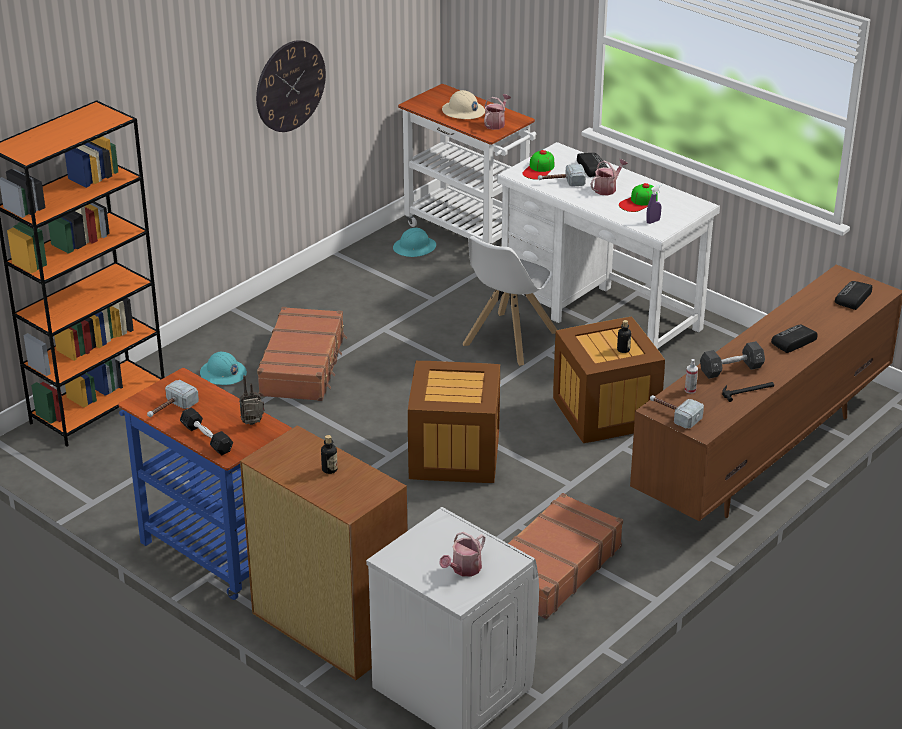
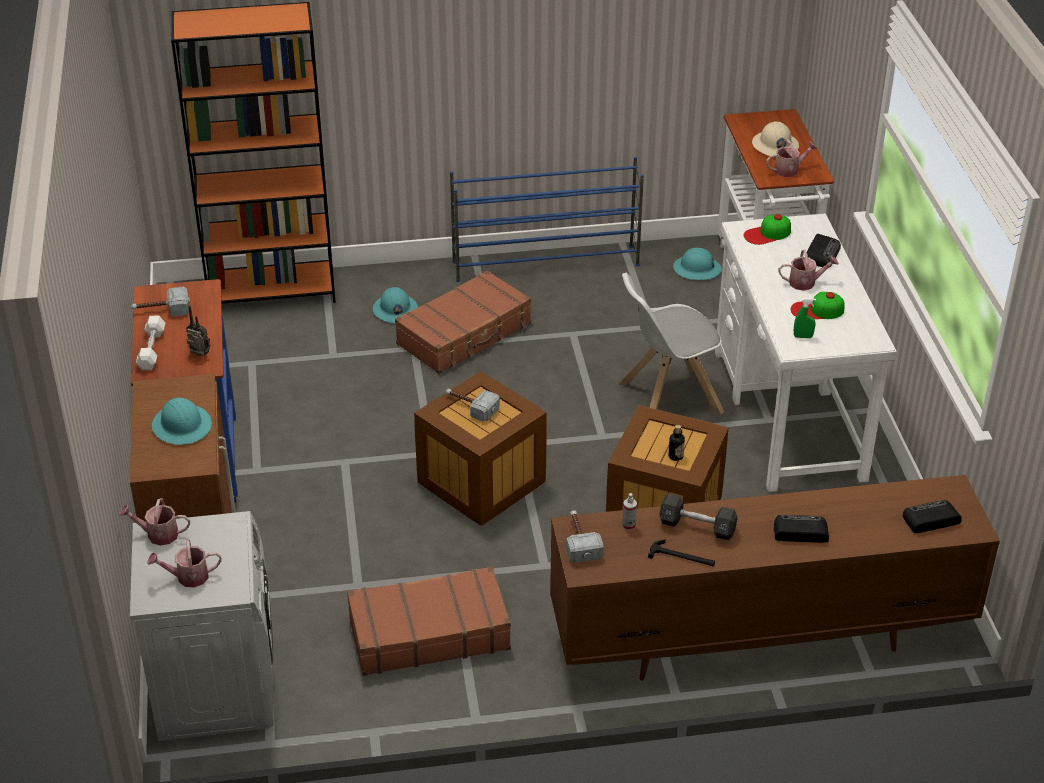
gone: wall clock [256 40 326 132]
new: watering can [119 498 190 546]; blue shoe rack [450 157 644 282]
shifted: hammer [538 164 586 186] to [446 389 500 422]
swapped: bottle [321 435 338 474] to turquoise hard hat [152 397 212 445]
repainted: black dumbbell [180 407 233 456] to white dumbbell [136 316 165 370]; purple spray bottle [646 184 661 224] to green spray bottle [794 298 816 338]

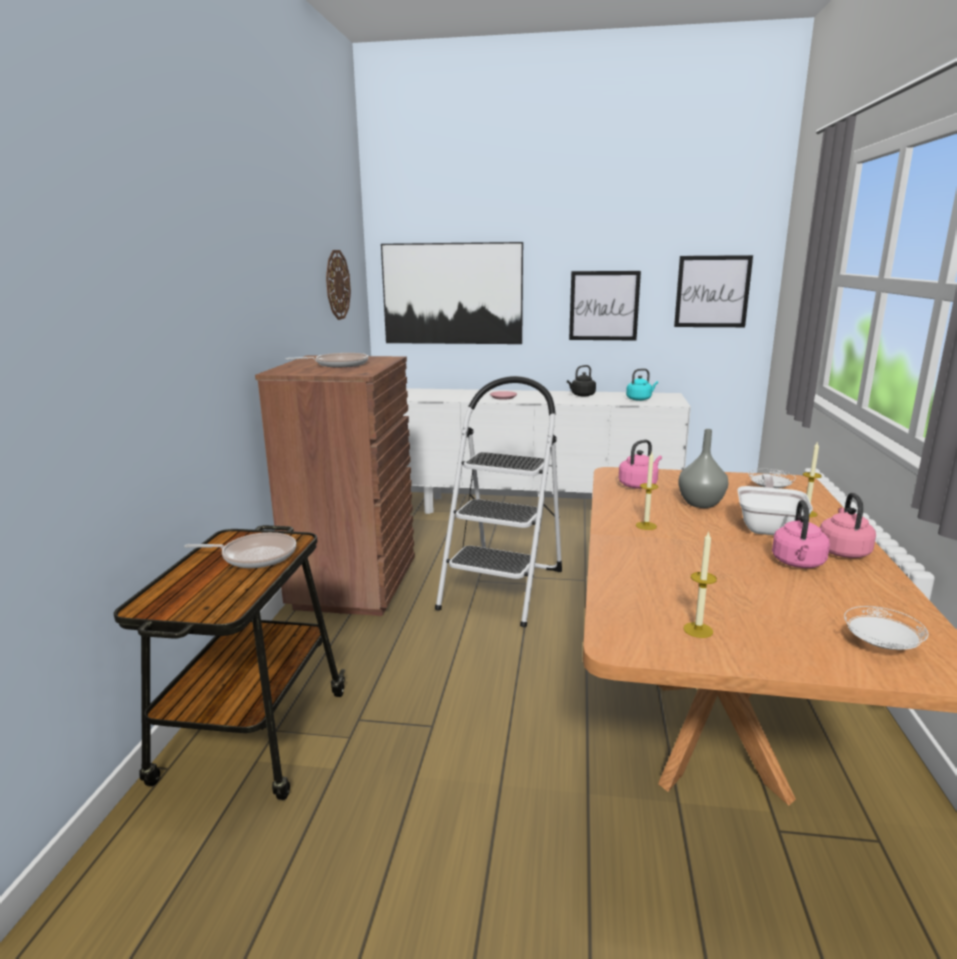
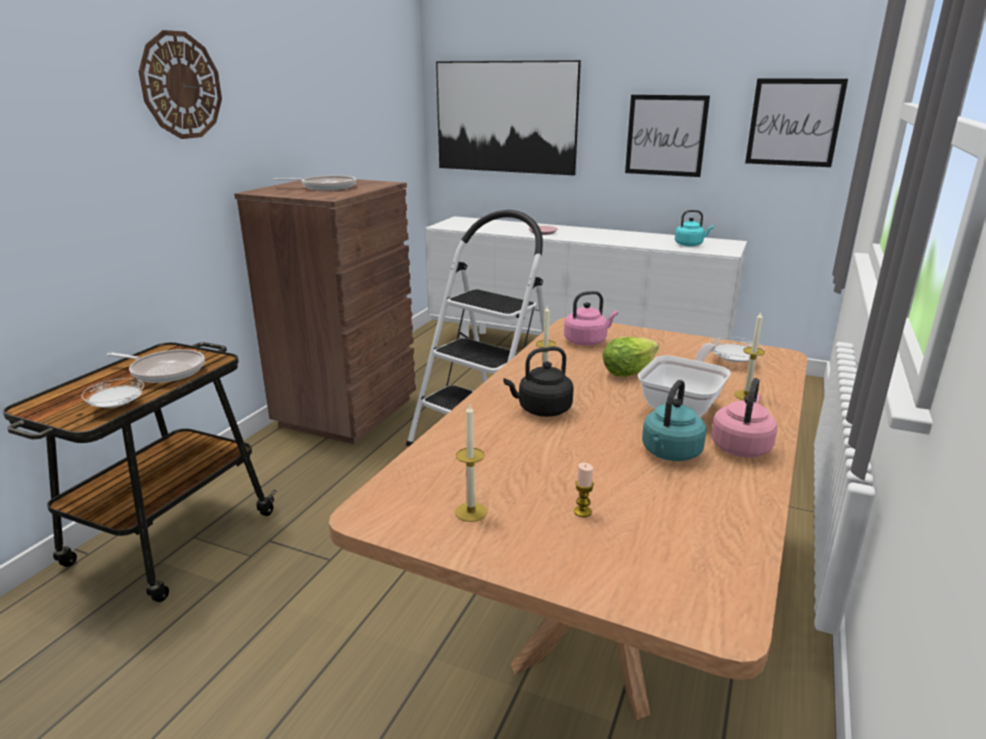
new: candle [574 463 594 517]
shifted: white plate [844 606 929 650] to [82 378 144 408]; wall clock [326 250 351 320] to [139 30 222 139]; black kettle [567 365 596 397] to [503 346 574 417]
swapped: grey vase [678 429 729 508] to lettuce [603 337 659 377]
repainted: pink kettle [772 500 830 568] to turquoise kettle [642 380 706 461]

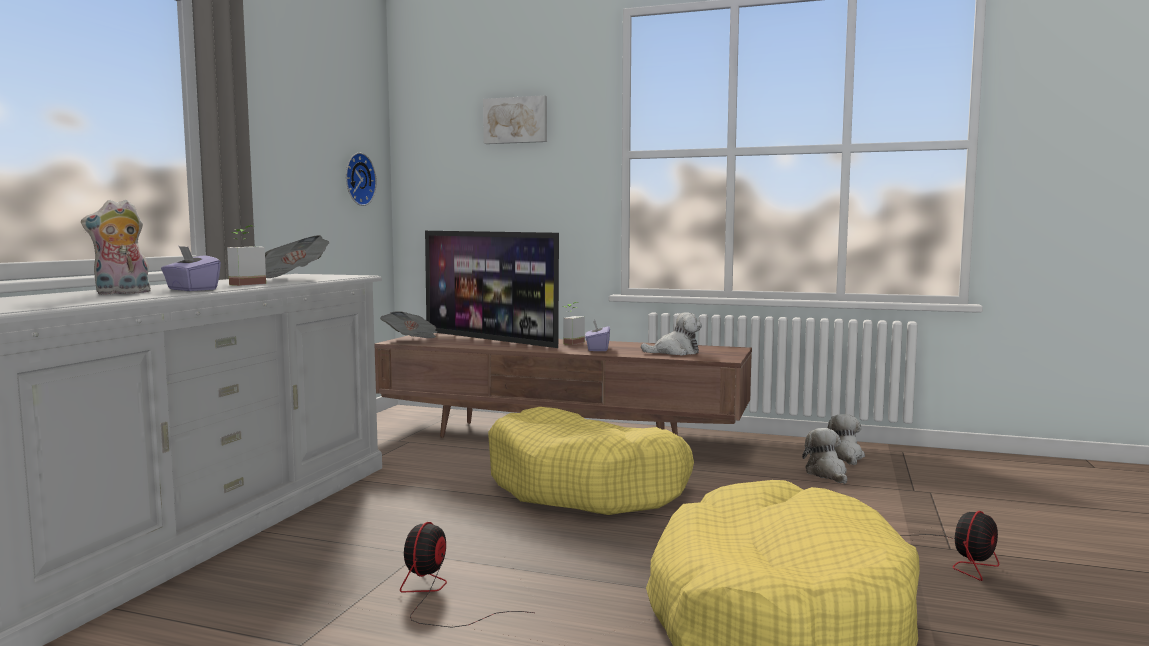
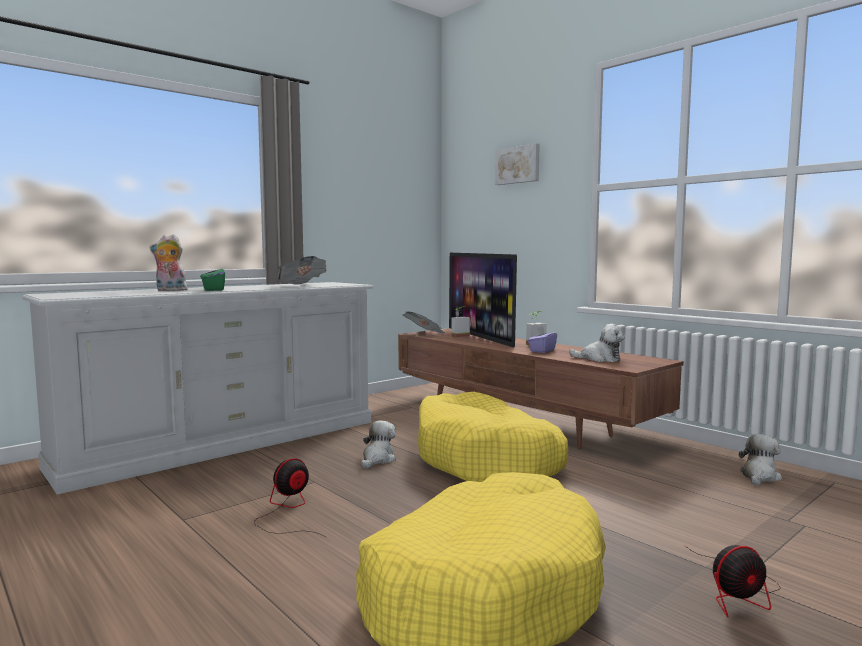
gone: wall clock [346 153 377 206]
shifted: plush toy [802 428 847 484] to [361 420 396 469]; potted plant [227 226 266 286] to [451 306 470 338]
repainted: purple tissue box [161 246 221 291] to green tissue box [200 263 225 291]

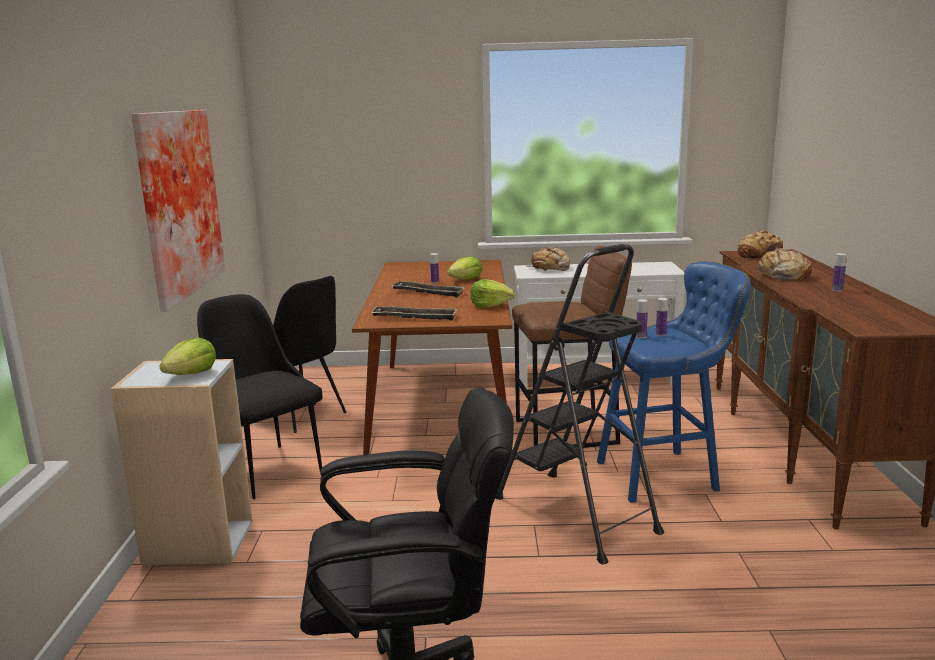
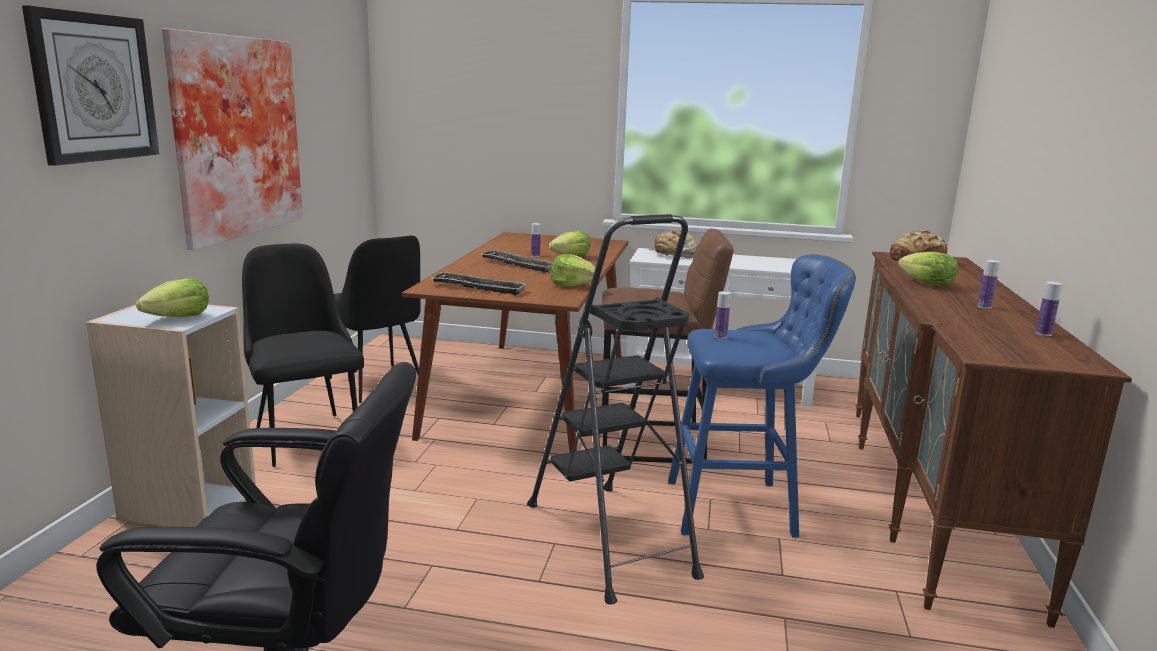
new: wall clock [22 5 159 166]
shifted: bottle [656 298 668 337] to [1035 281 1062 336]
swapped: bread [758 248 812 281] to lettuce [898 252 958 287]

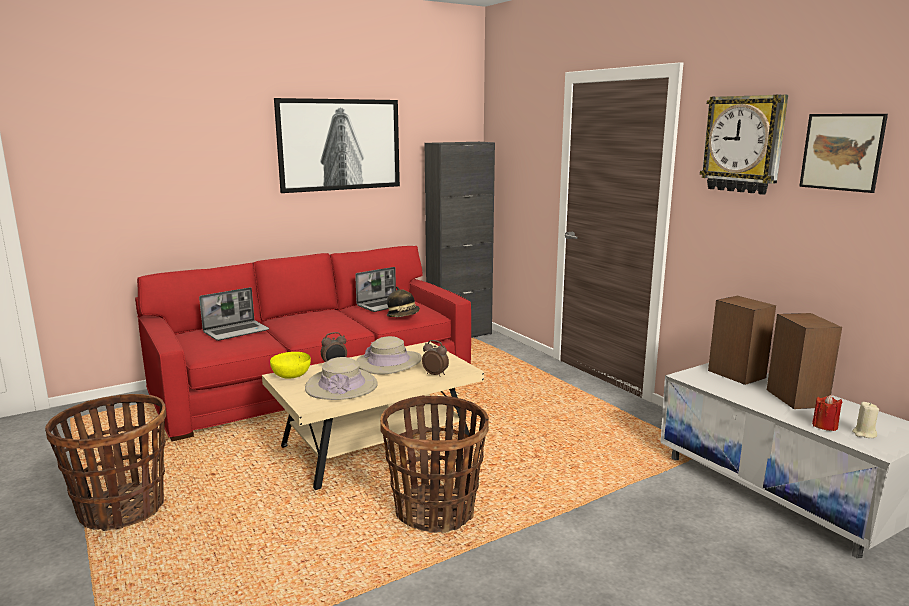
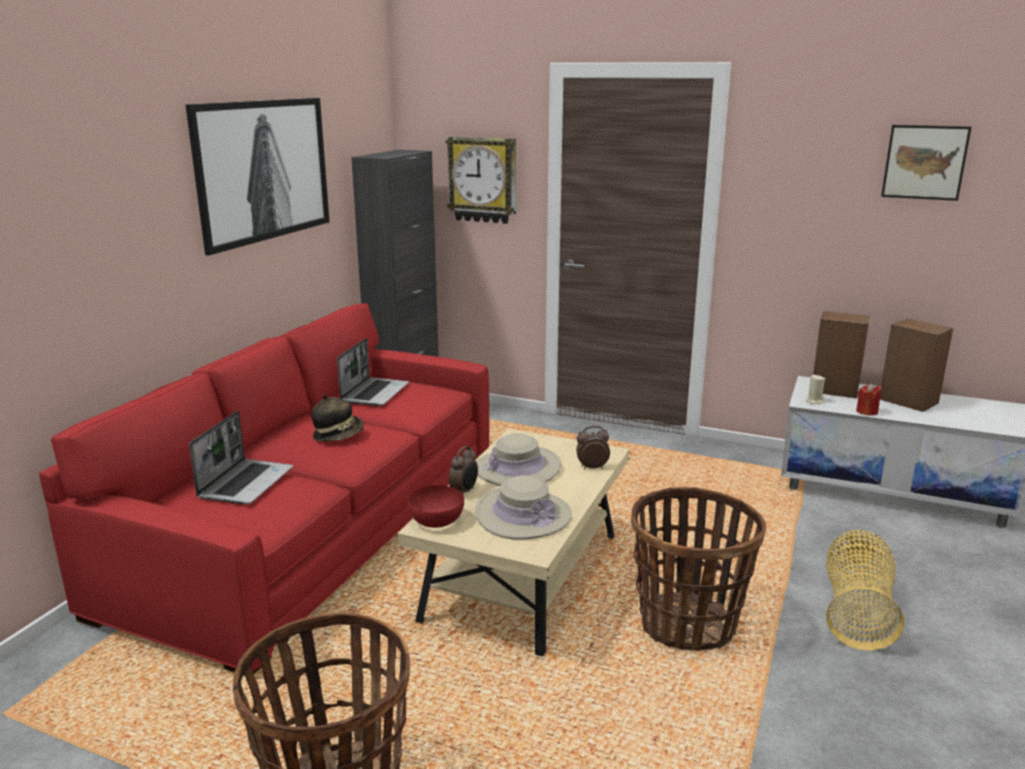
new: basket [826 530 904 651]
shifted: hat [387 286 420 317] to [311 394 364 442]; wall clock [700 95 788 195] to [446 136 516 224]; beige candle [852 402 879 438] to [806 374 825 405]; red candle [812 395 843 431] to [856 384 881 415]
repainted: yellow bowl [270 352 311 378] to red bowl [408 485 464 528]

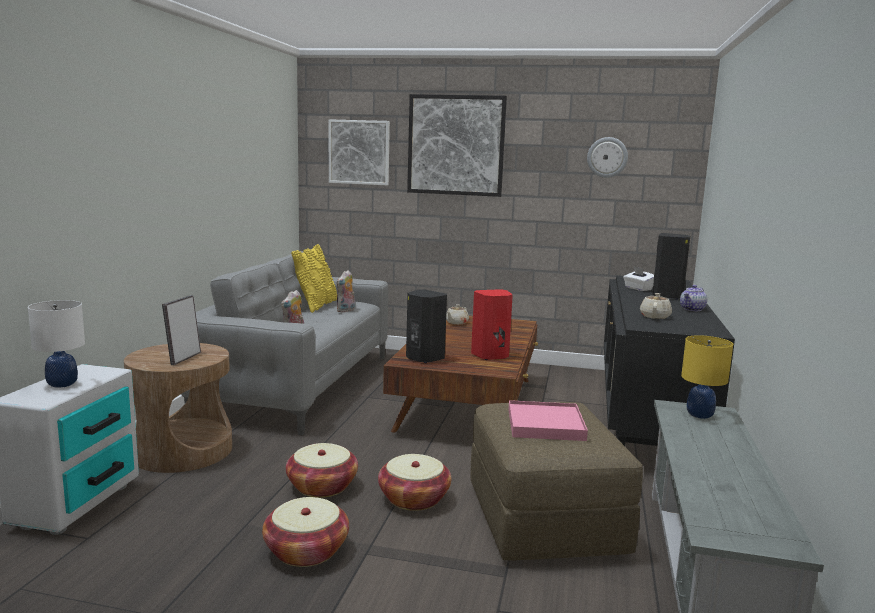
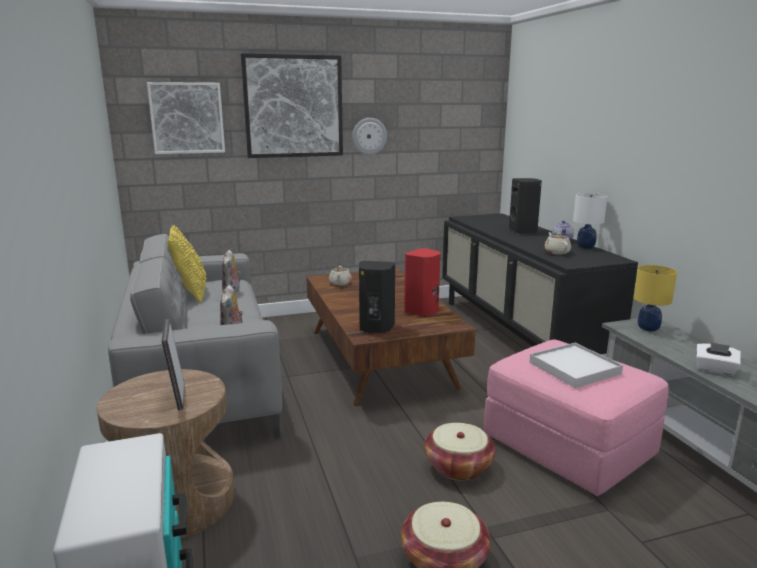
gone: basket [286 443 358 498]
shifted: wall clock [587 137 628 178] to [352 118 387 155]; white table lamp [28 300 85 388] to [573 193 607 248]; white tissue box [623 267 654 291] to [696 342 741 376]
repainted: brown ottoman [471 402 643 561] to pink ottoman [484 339 669 496]; pink tray [508 400 588 441] to white tray [529 343 623 388]

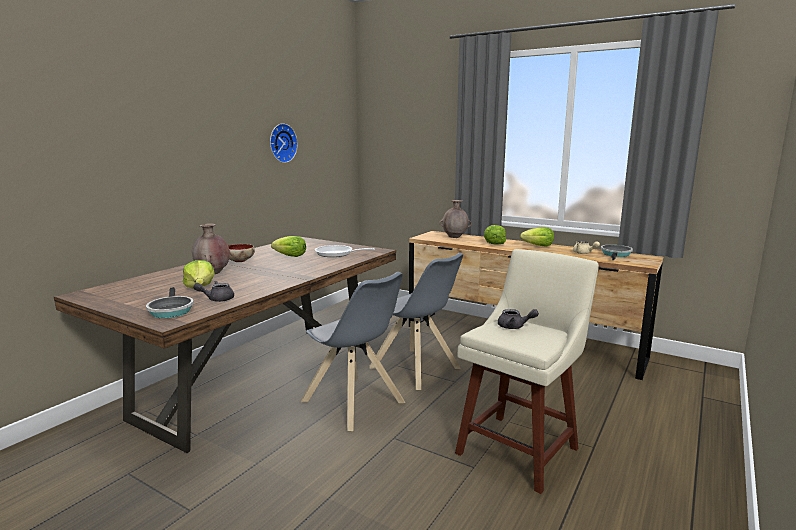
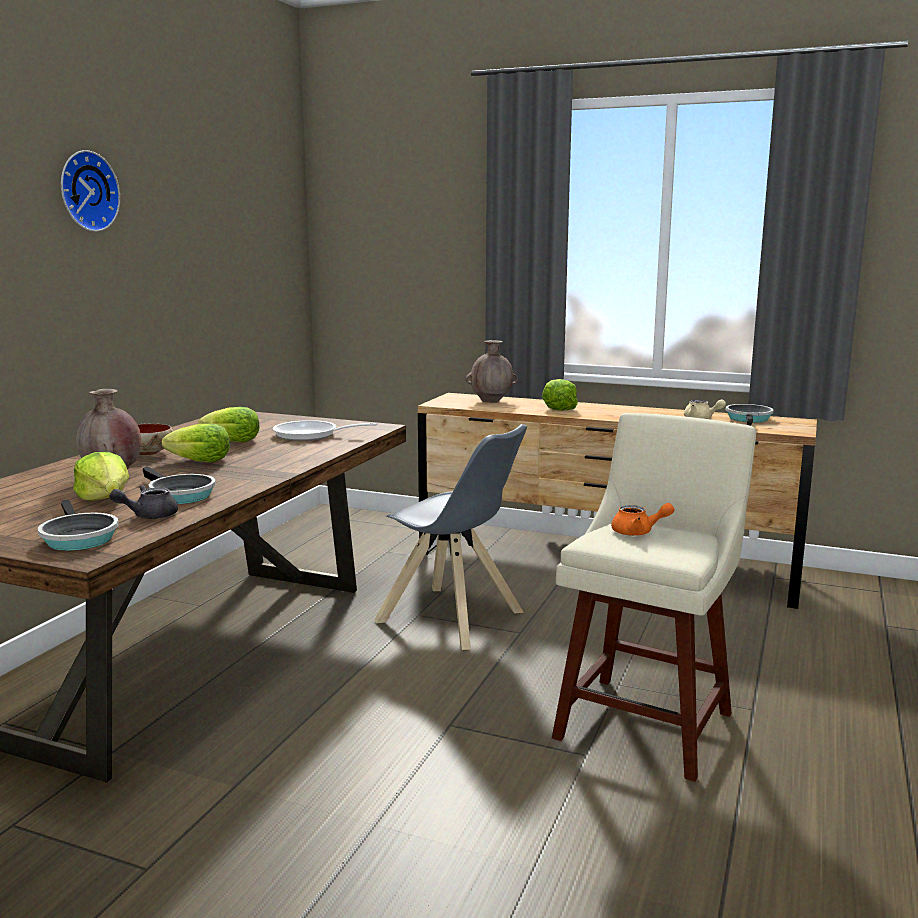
gone: grey chair [301 272 405 431]
new: frying pan [142 467 216 504]
shifted: wall clock [270 123 298 163] to [61 150 120 232]; lettuce [520 227 554 247] to [162 423 230 462]
repainted: grey teapot [498 309 539 329] to orange teapot [611 503 674 536]

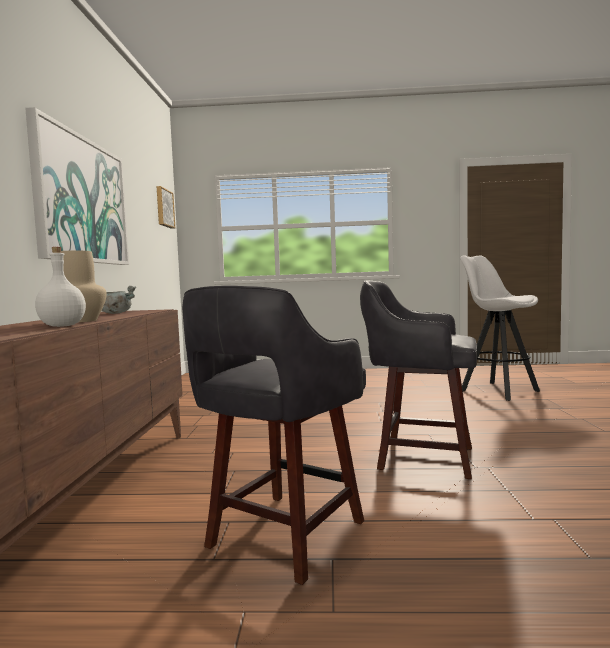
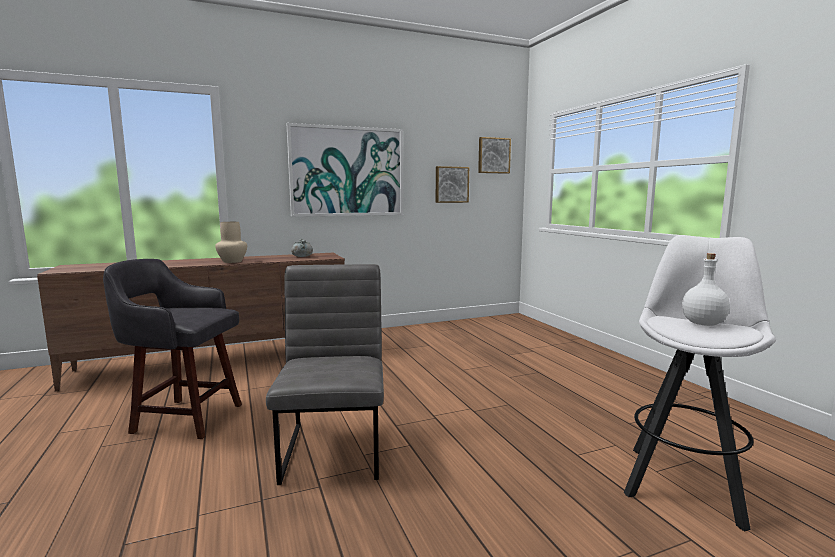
new: picture [436 166 469 203]
shifted: white bottle [35 247 86 327] to [682 253 730 326]
swapped: grey stool [360 281 477 479] to grey chair [266 264 384 485]

